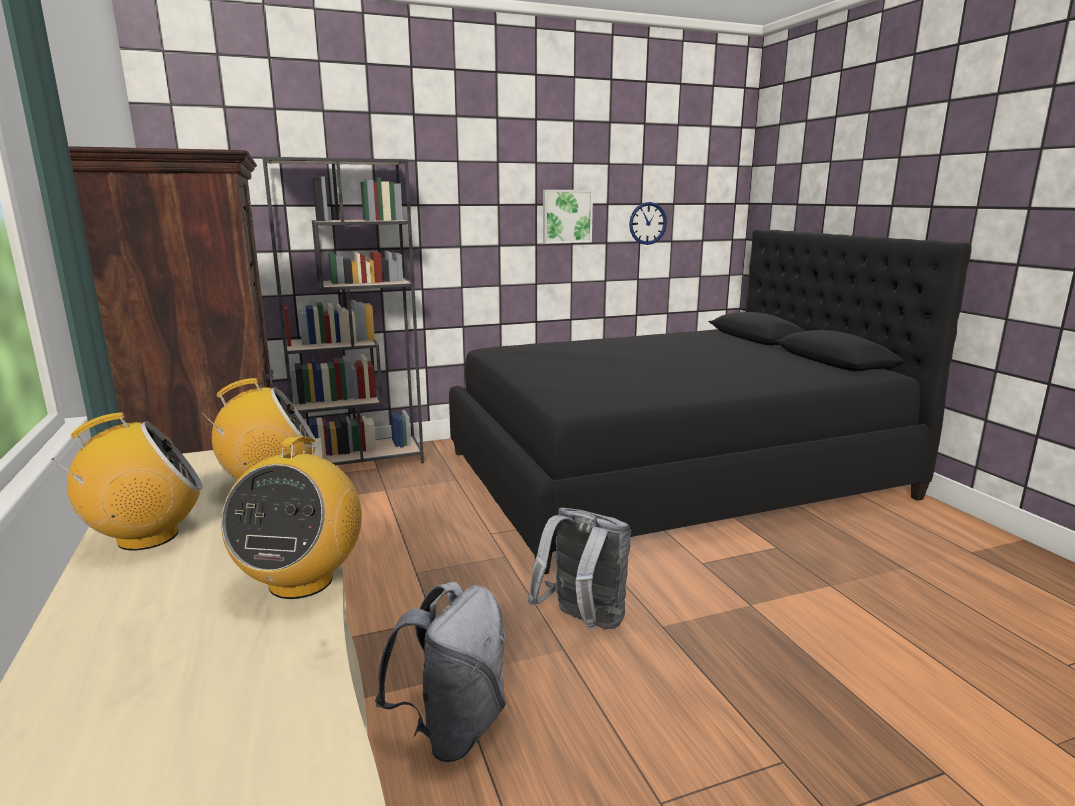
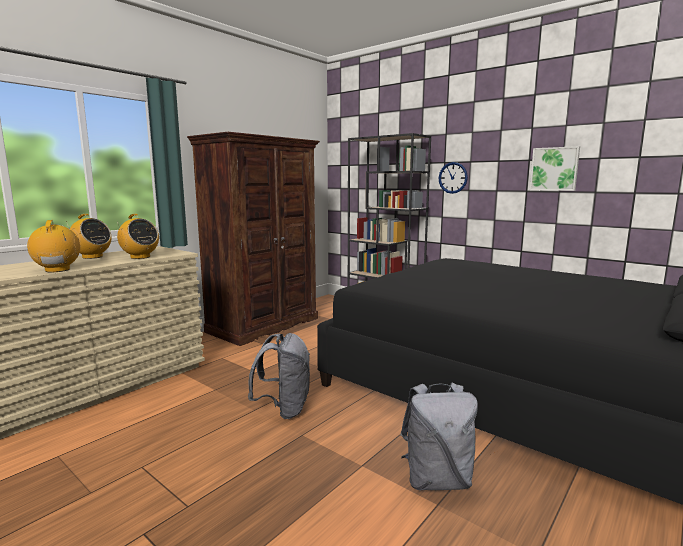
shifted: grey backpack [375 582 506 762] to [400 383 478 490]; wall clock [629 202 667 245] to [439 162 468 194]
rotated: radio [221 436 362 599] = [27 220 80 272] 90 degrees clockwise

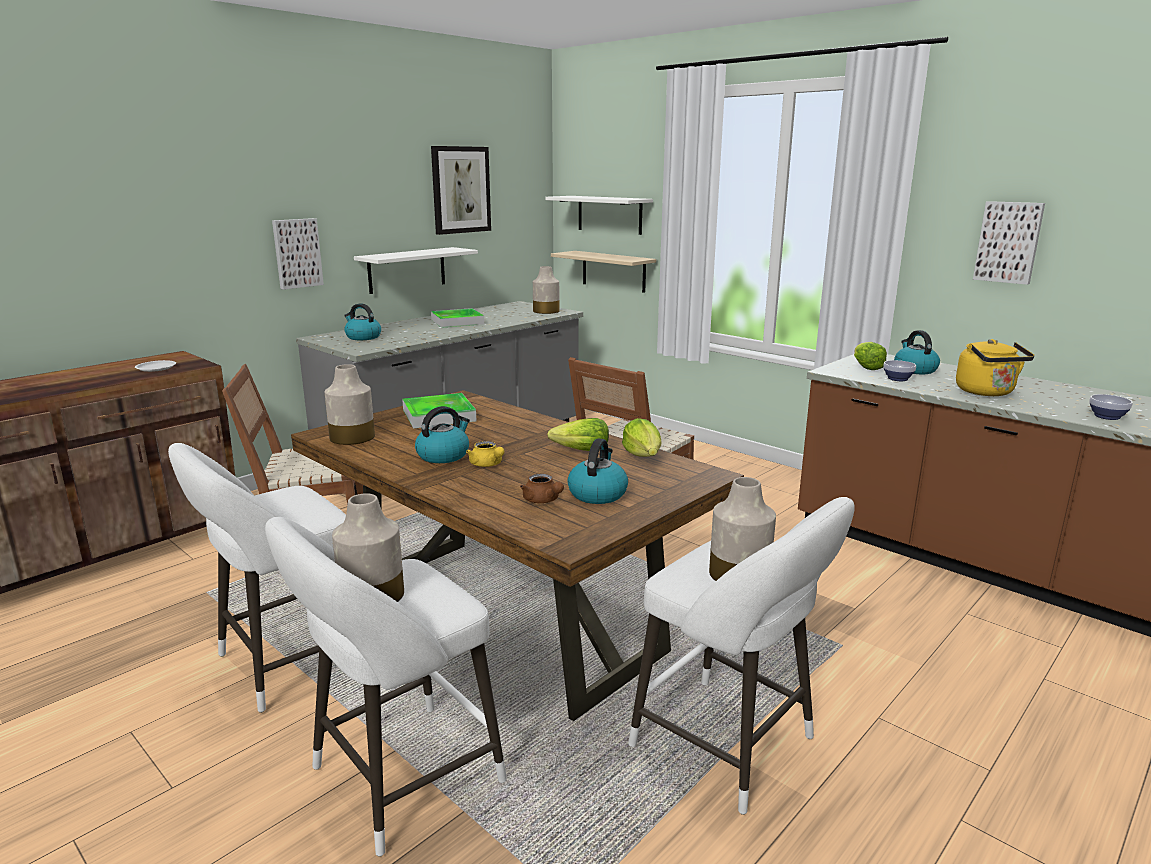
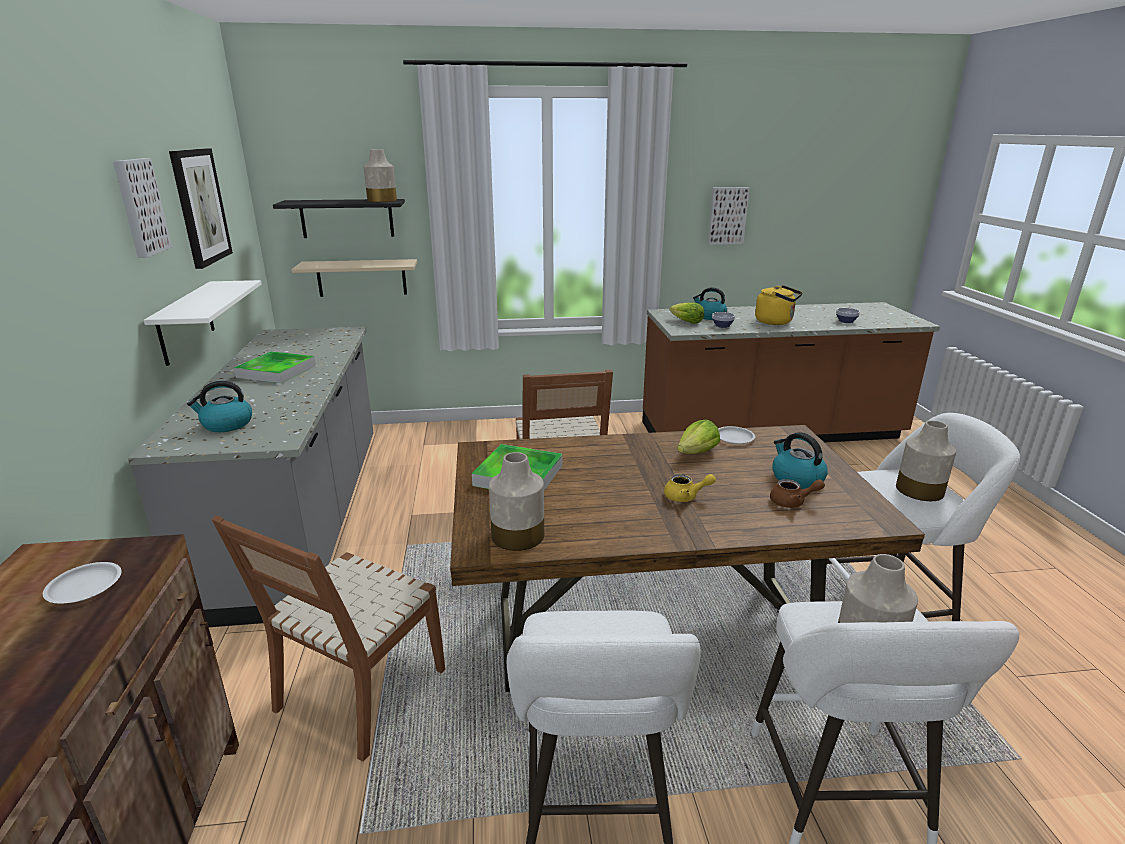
gone: kettle [415 406 470 463]
shifted: picture [272 218 324 290] to [113 158 172 258]; beige vase [533 266 560 314] to [364 149 397 202]
swapped: lettuce [622 418 661 457] to white plate [718 426 755 444]
repainted: white shelf [545 196 653 235] to black shelf [273 199 405 238]

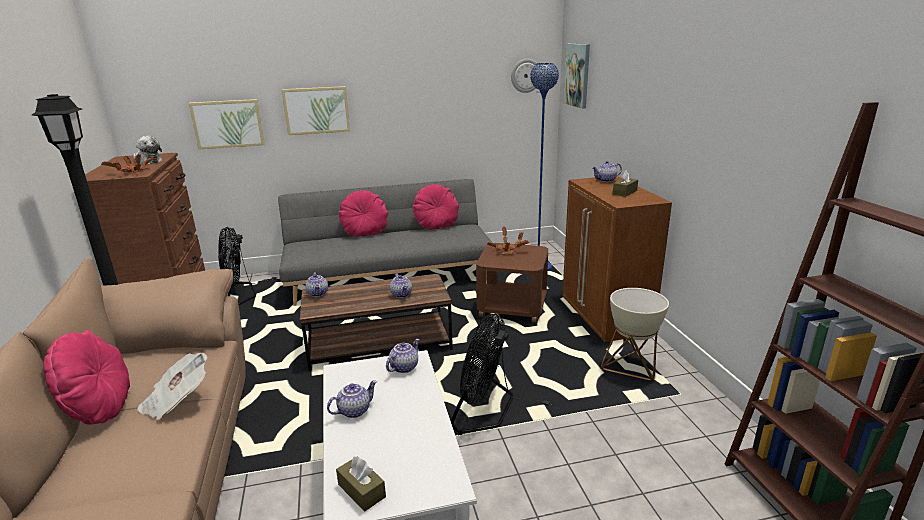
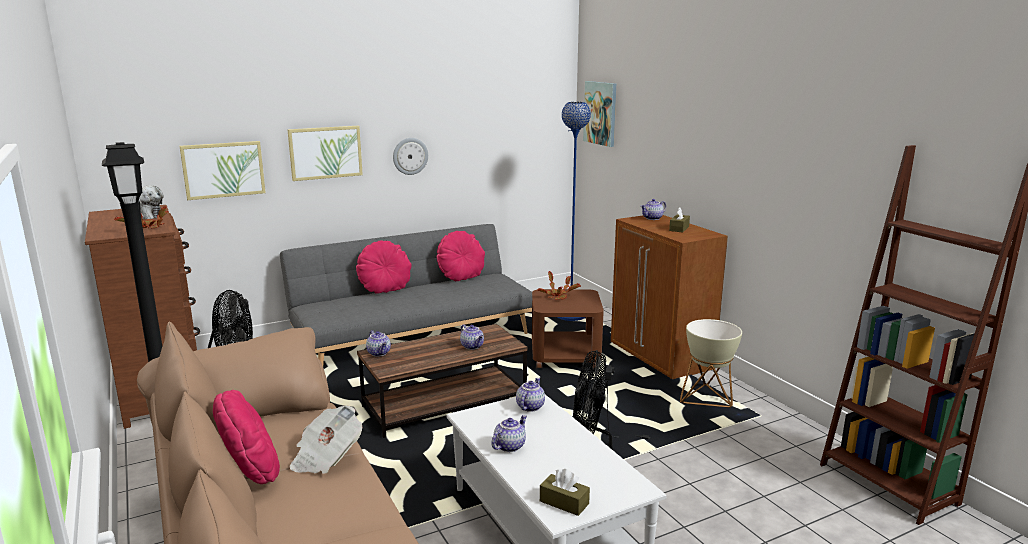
shifted: wall clock [511 59 537 93] to [393 138 428 175]

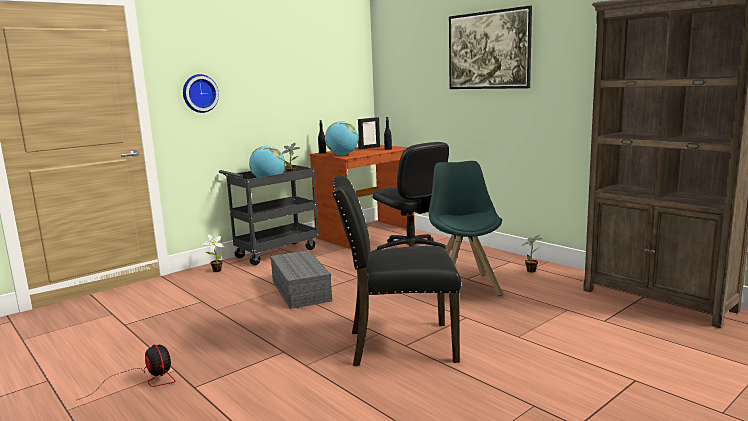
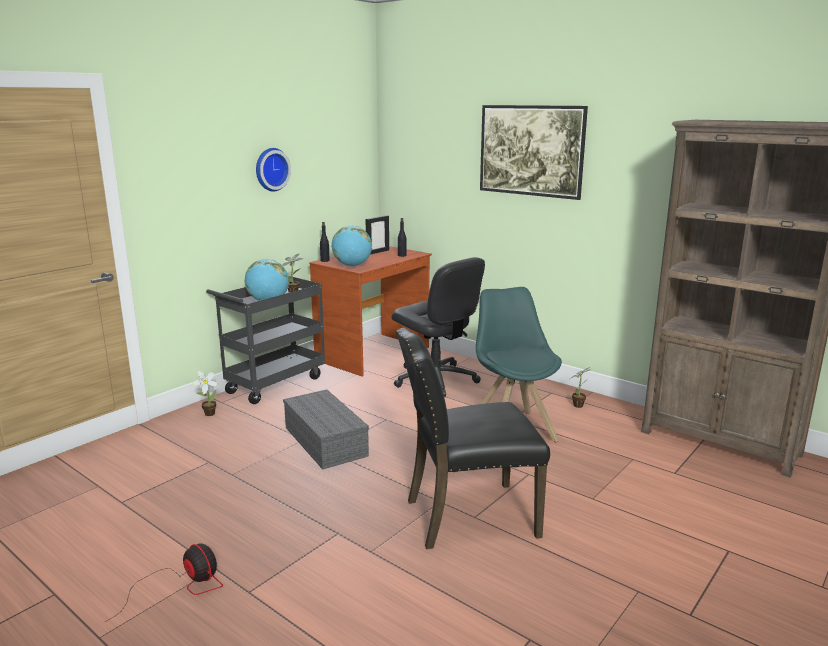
shifted: wall clock [183 74 219 113] to [256 148 291 192]

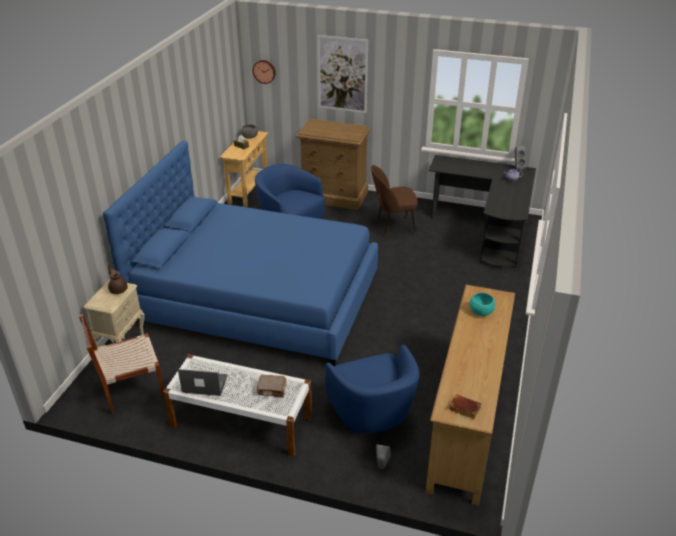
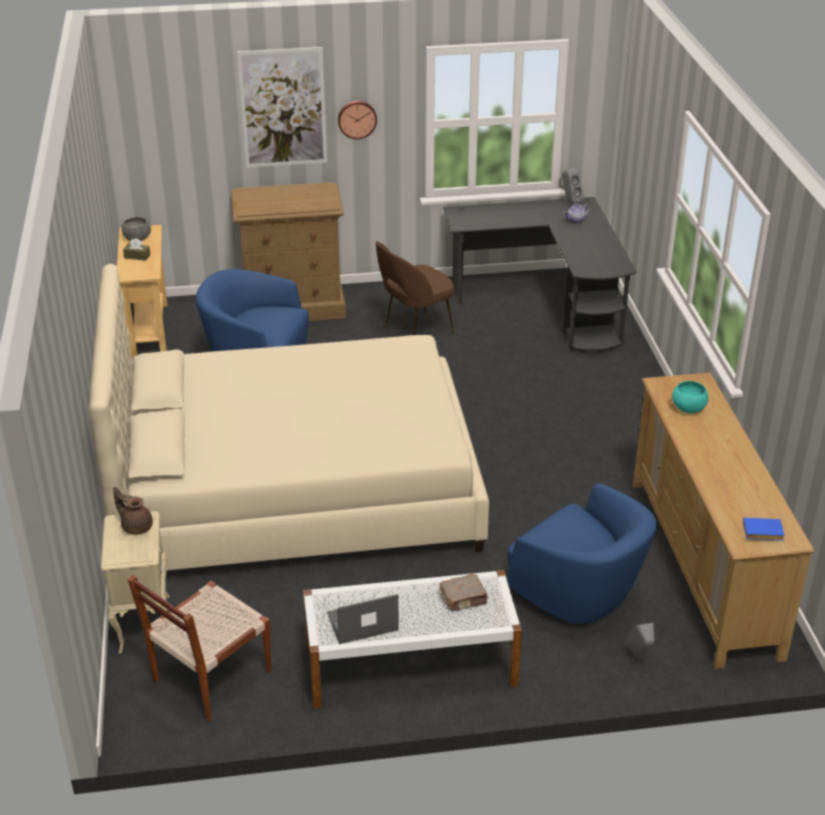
shifted: wall clock [253 60 276 84] to [338 101 377 139]
repainted: blue bed [103 141 378 366] to beige bed [88 264 489 570]; brown book [449 394 481 419] to blue book [743 518 785 541]

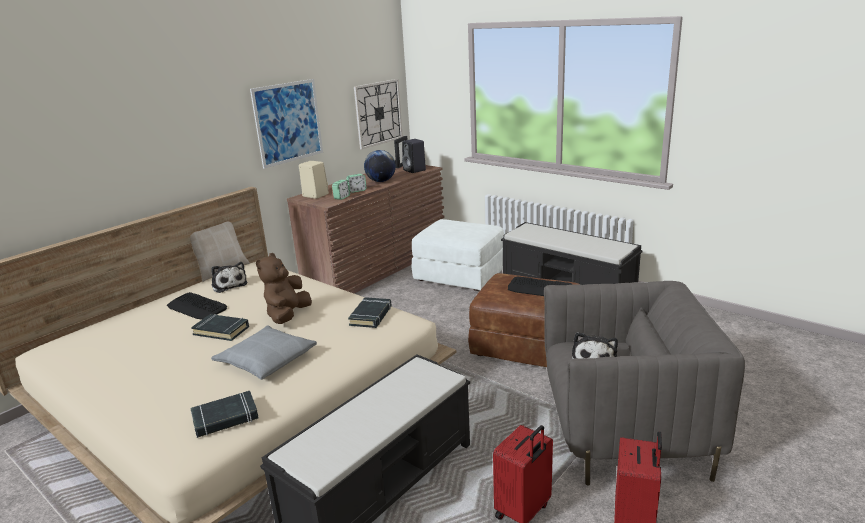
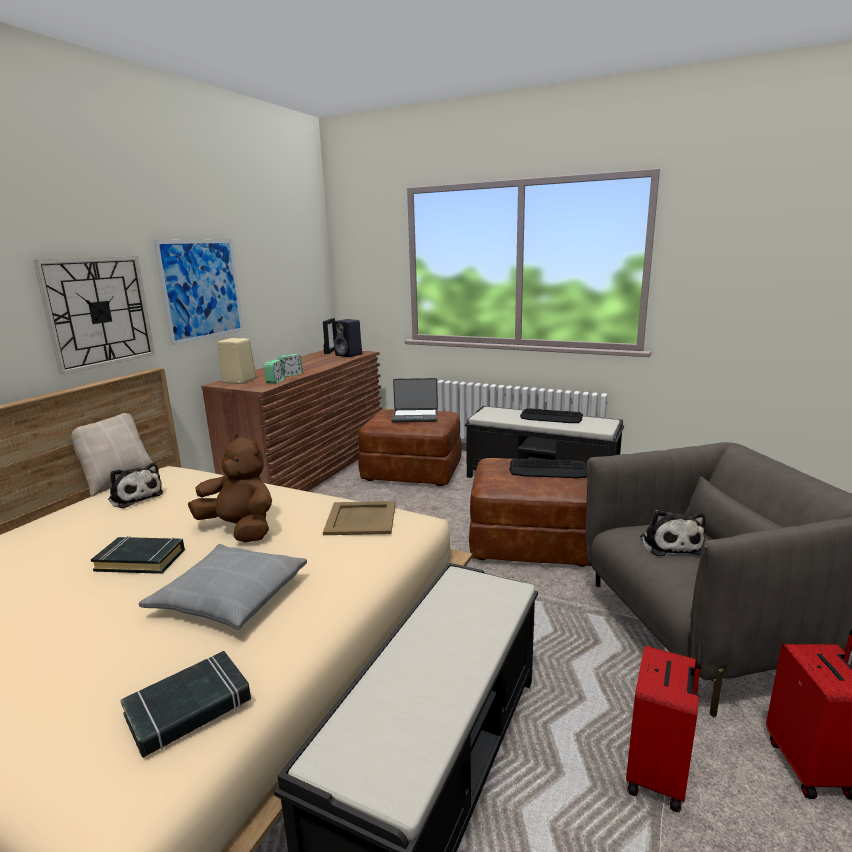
gone: globe [364 150 396 182]
new: laptop [391 378 438 422]
shifted: wall clock [354 79 403 149] to [33 256 155 375]; keyboard [167 292 227 320] to [520 408 583 423]
swapped: black book [348 297 392 328] to beige tray [323 501 396 535]
repainted: white ottoman [412 219 504 291] to brown ottoman [358 409 462 486]
rotated: brown plush toy [256 253 312 324] = [188 434 272 543] 120 degrees clockwise

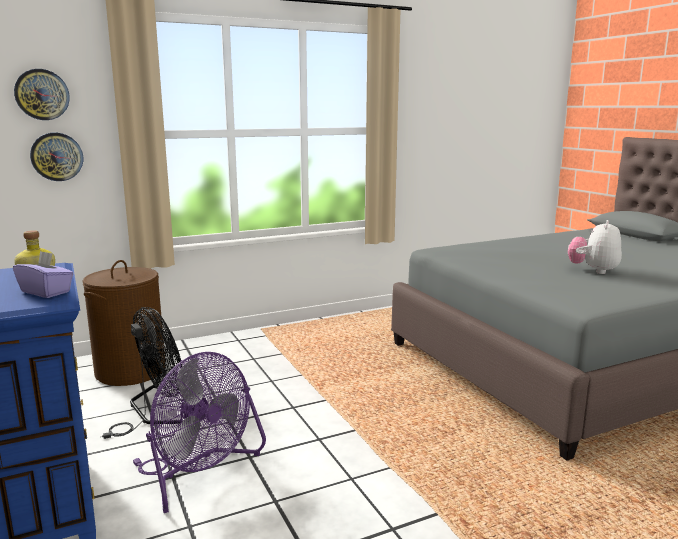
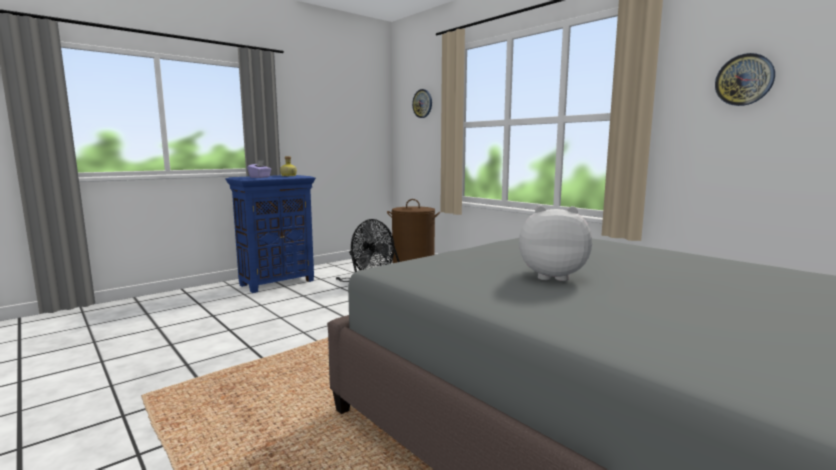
gone: purple fan [133 352 266 513]
shifted: wall clock [30 132 83 181] to [715 53 775 106]

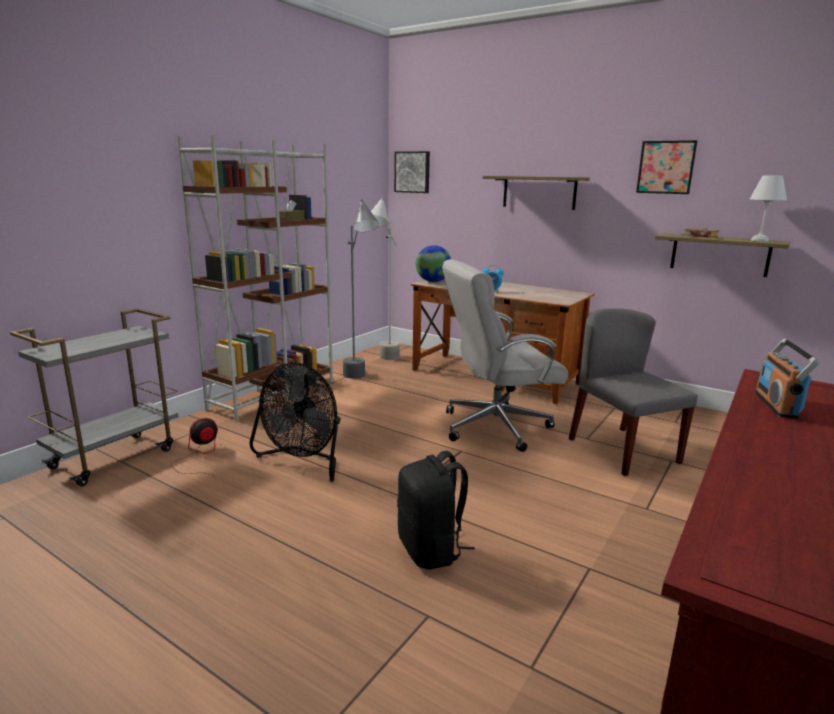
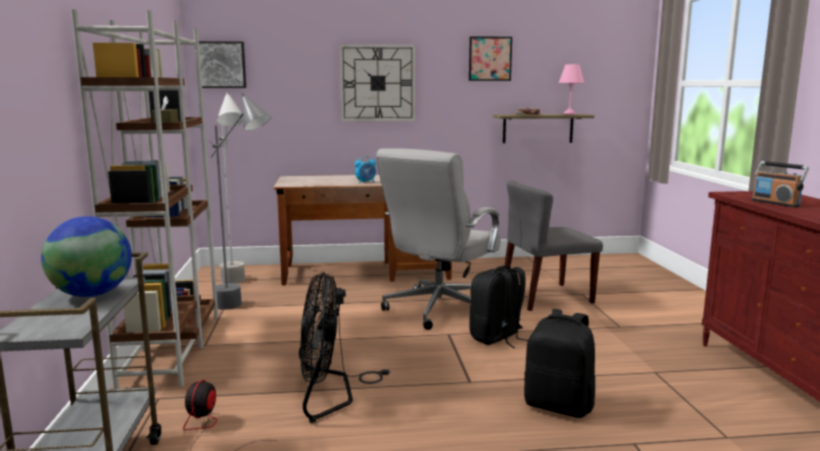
new: black backpack [469 266 528 348]
shifted: globe [416 245 451 282] to [41 216 132 297]
swapped: shelf [483 176 590 210] to wall clock [340 44 415 121]
repainted: white table lamp [750 175 787 242] to pink table lamp [559 64 584 115]
rotated: black fan [250 362 341 482] = [299 272 390 423] 90 degrees clockwise; grey chair [569 308 698 476] = [504 181 603 311] 45 degrees counterclockwise

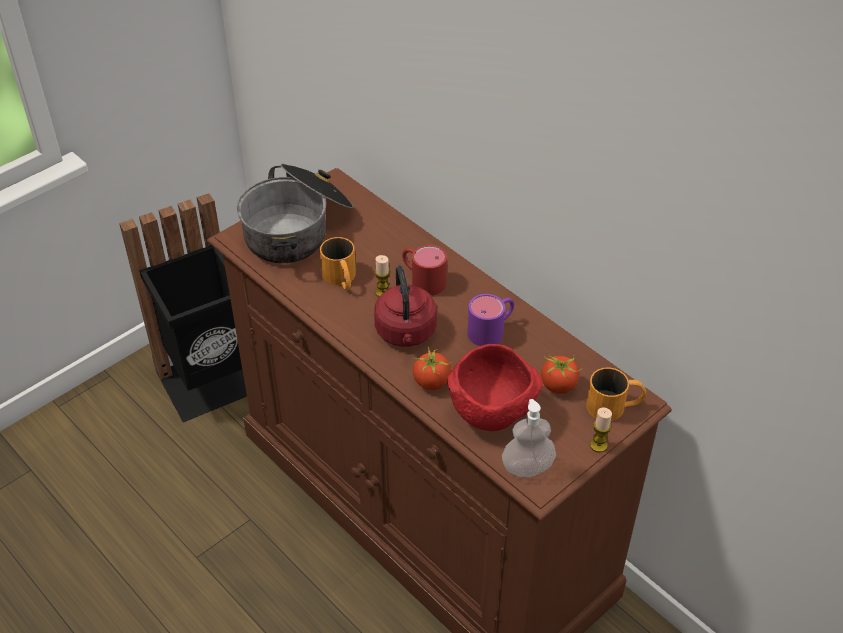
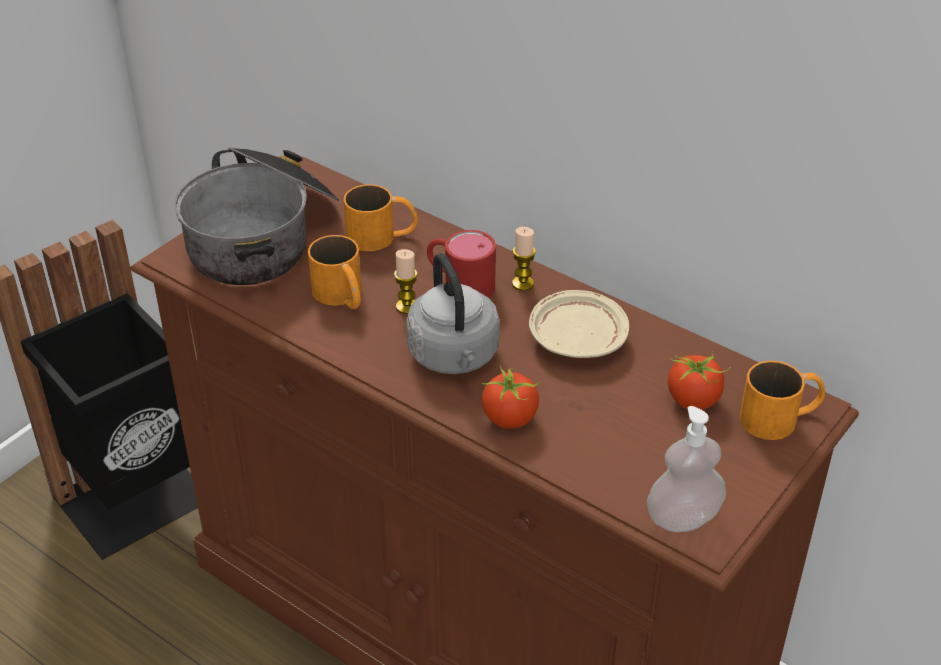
gone: red bowl [447 344 543 431]
new: orange mug [344 184 418 251]
shifted: candle [590 408 612 452] to [512 227 536 291]
swapped: purple mug [467 294 514 346] to beige plate [529 290 629 358]
repainted: red kettle [374 265 437 347] to grey kettle [406 253 500 374]

